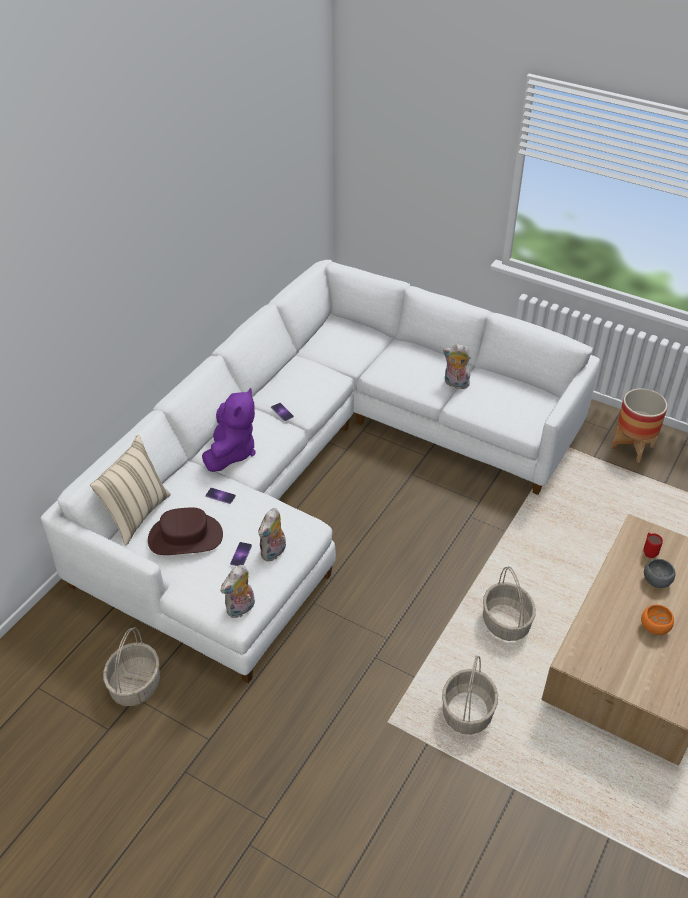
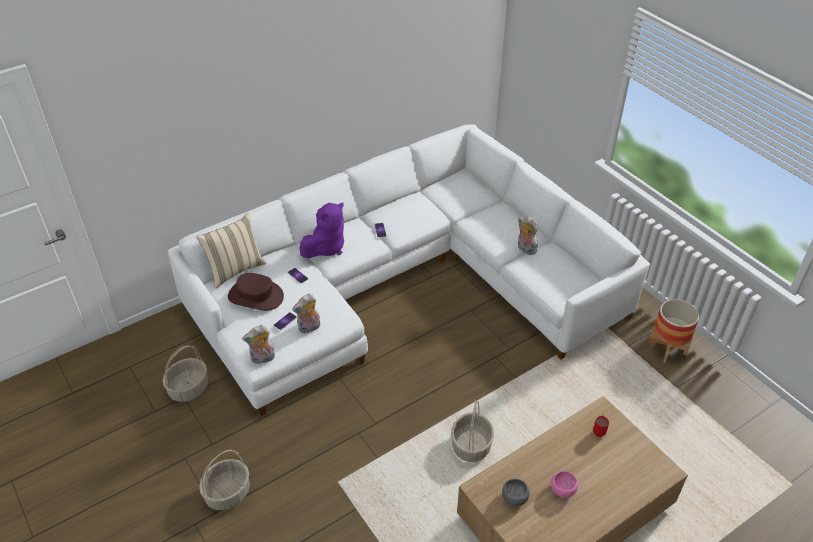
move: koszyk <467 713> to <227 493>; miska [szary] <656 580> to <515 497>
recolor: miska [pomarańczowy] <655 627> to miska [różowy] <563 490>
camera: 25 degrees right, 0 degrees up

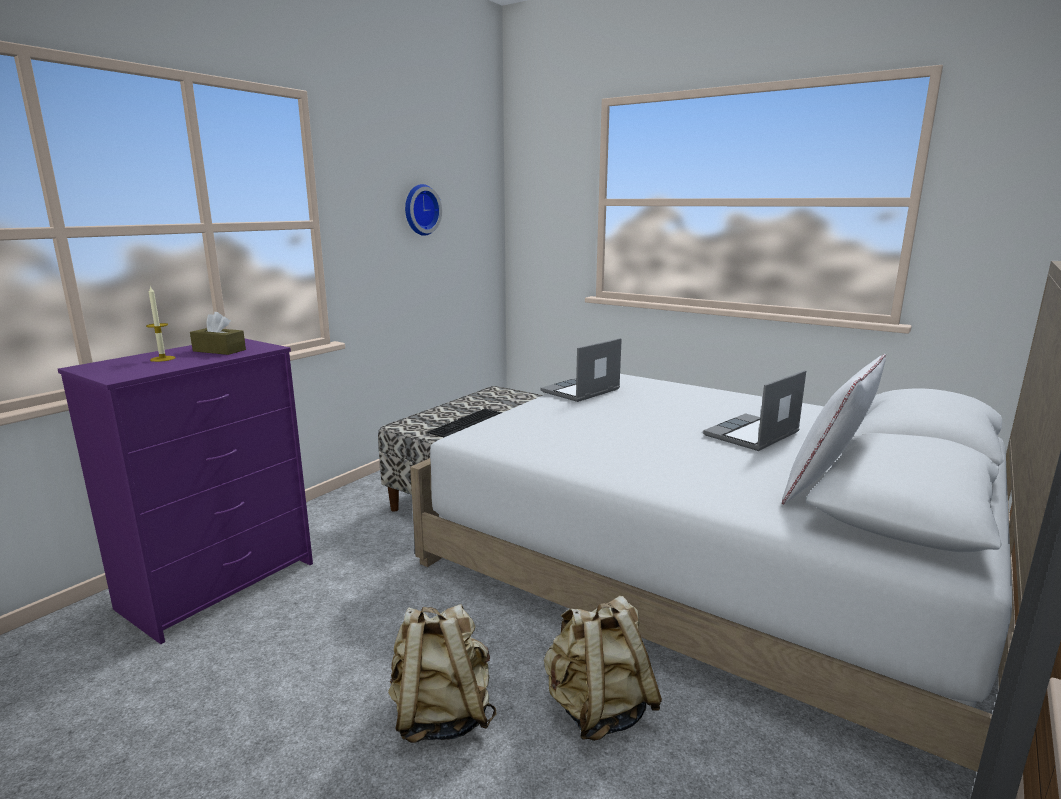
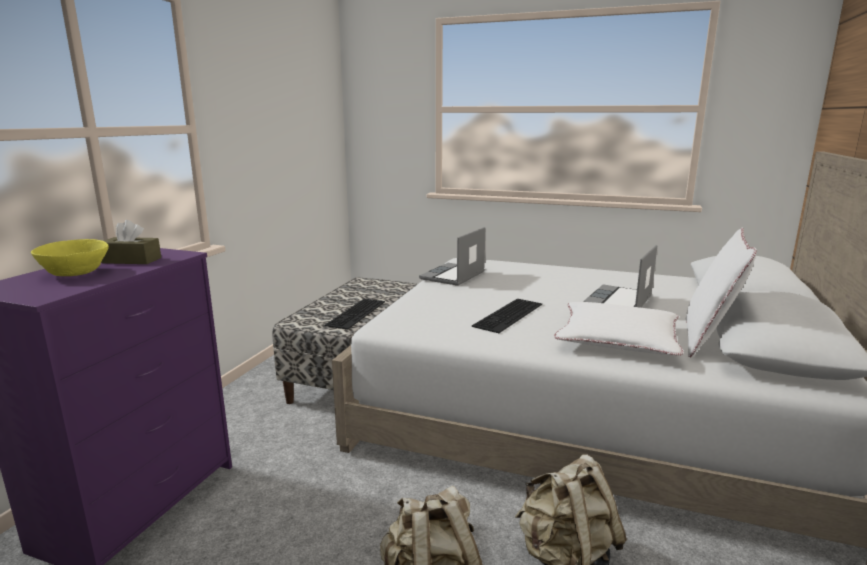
delete: zegar ścienny <420 210>
insert: klawiatura <510 315>; poduszka [biały] <617 339>
replace: świeca <162 359> to miska [żółty] <74 273>
camera: 15 degrees left, 0 degrees up

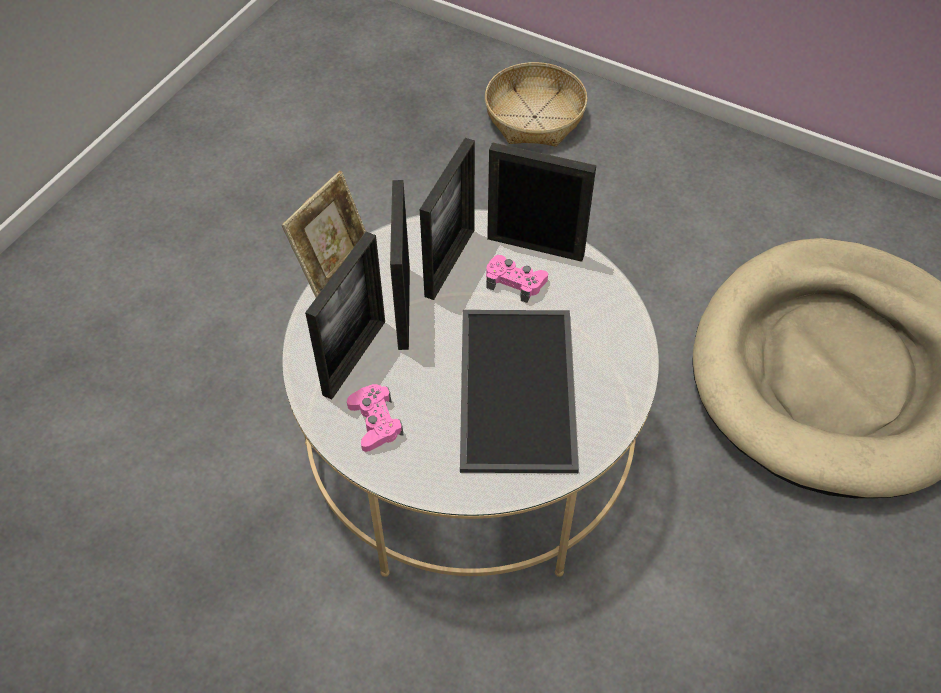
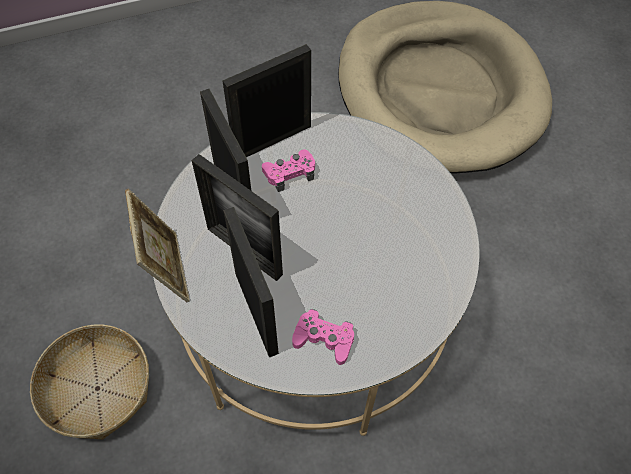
delete: taca <520 391>
move: koszyk <534 117> to <97 388>
camera: 50 degrees left, 5 degrees up

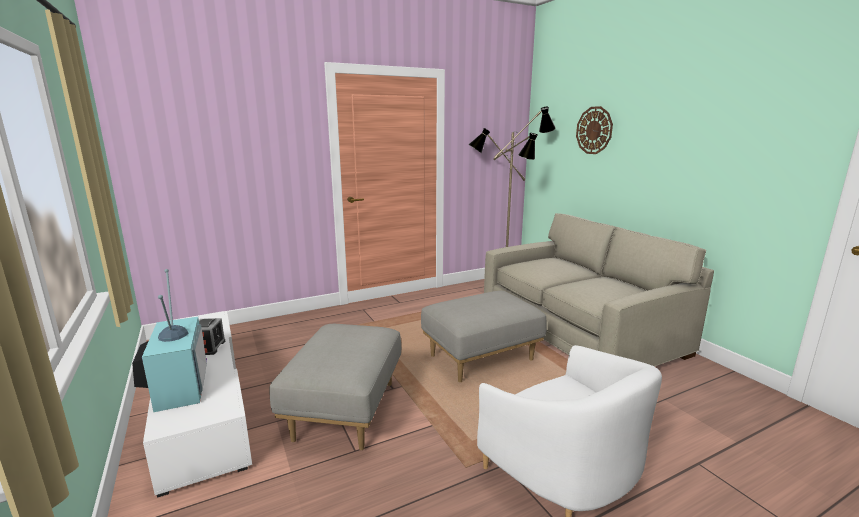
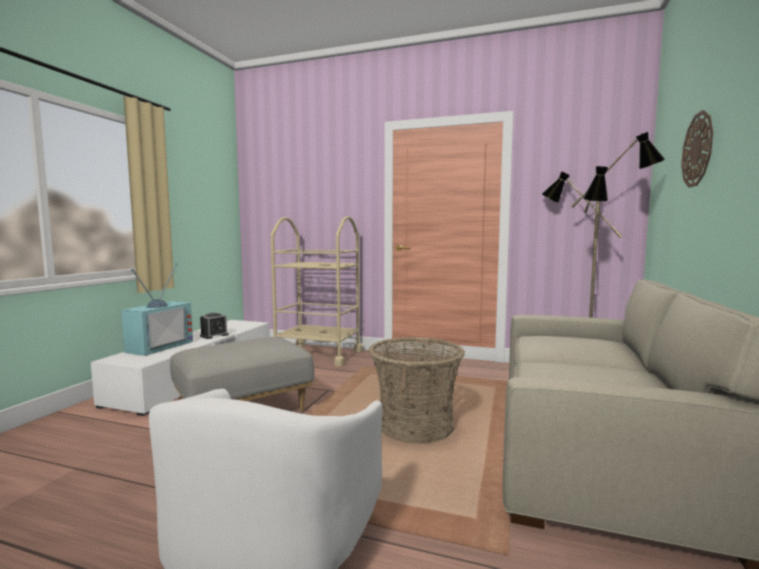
insert: wózek [beżowy] <318 355>
replace: pufa [szary] <481 357> to koszyk <415 425>
camera: 45 degrees right, 10 degrees down

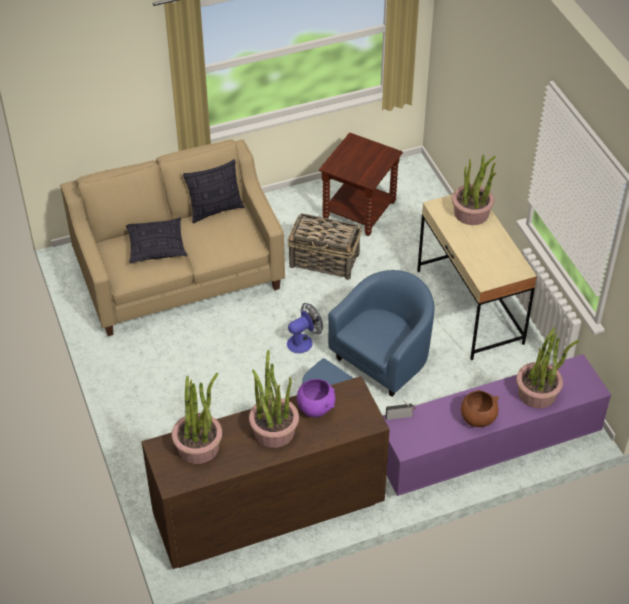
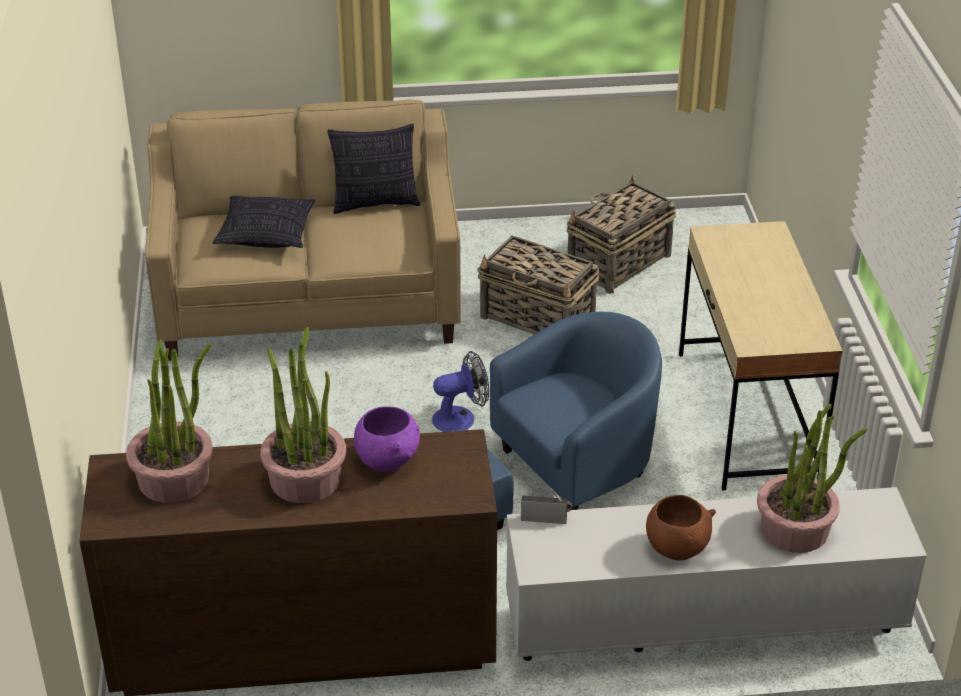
delete: roślina doniczkowa <471 213>
replace: stolik [brązowy] <359 211> to koszyk <618 263>
recolor: szafka pod telewizor [fioletowy] <486 450> to szafka pod telewizor [biały] <700 625>
camera: 15 degrees right, 10 degrees down

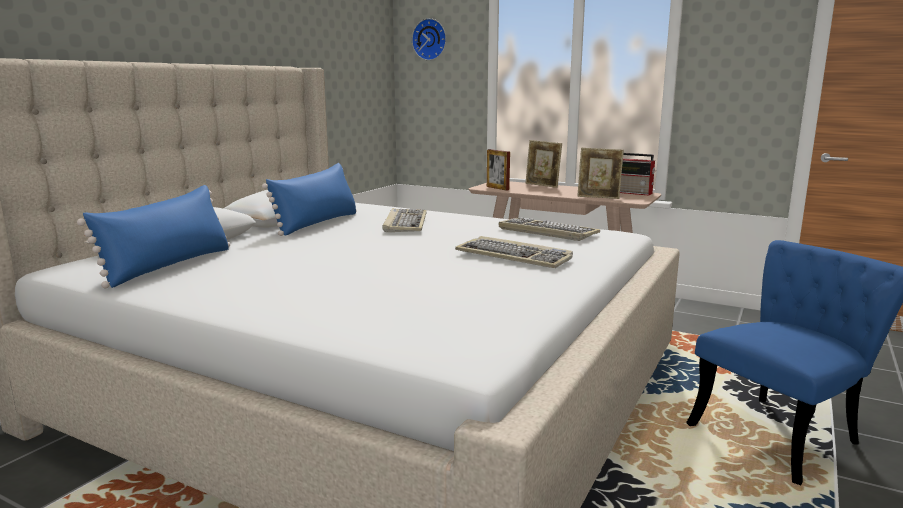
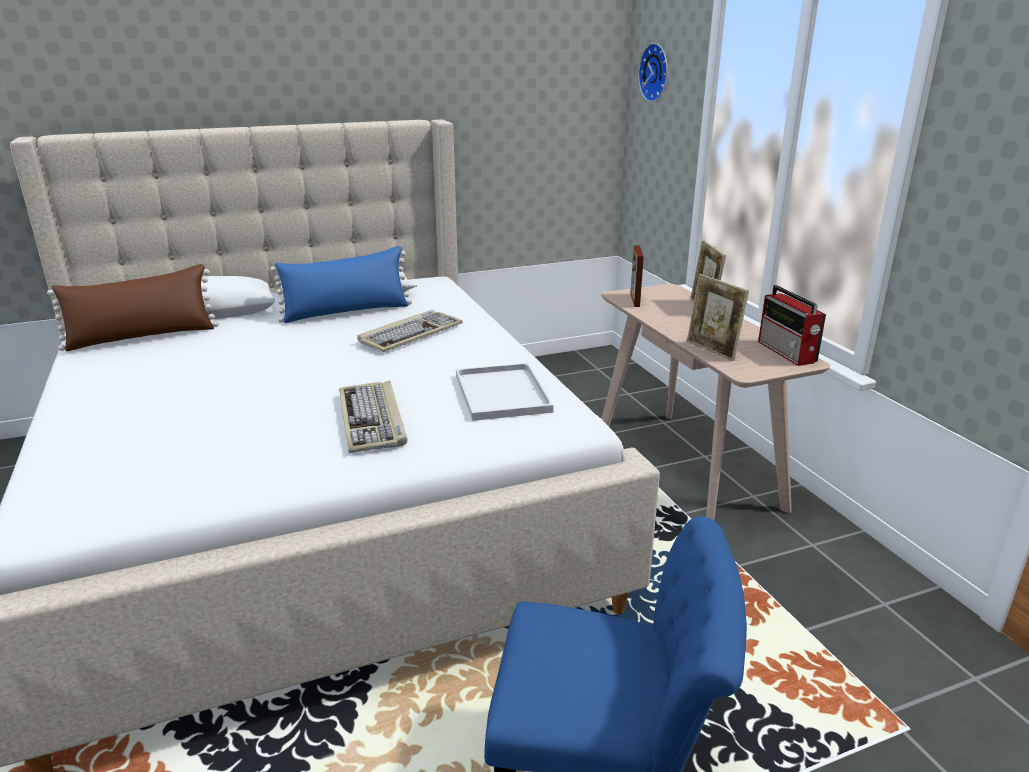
replace: klawiatura <546 232> to taca [biały] <500 392>
recolor: poduszka [niebieski] <169 265> to poduszka [brązowy] <143 337>
camera: 40 degrees right, 10 degrees up

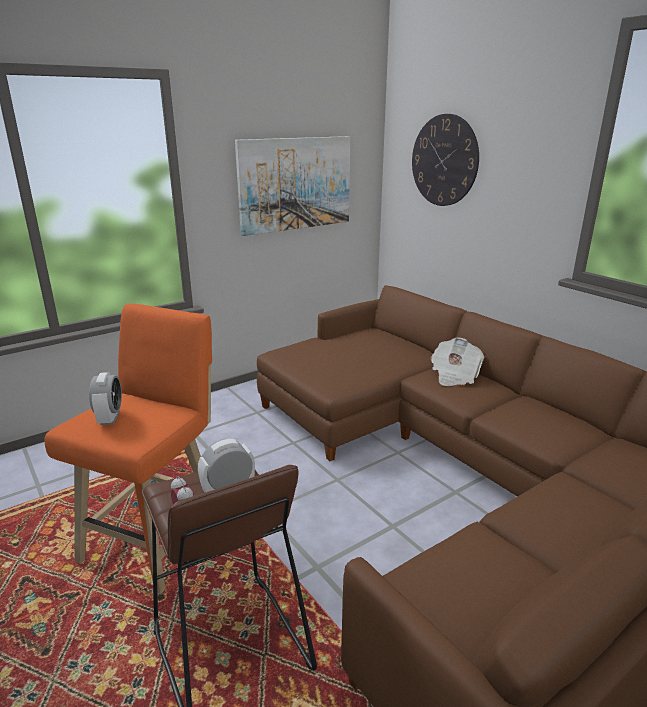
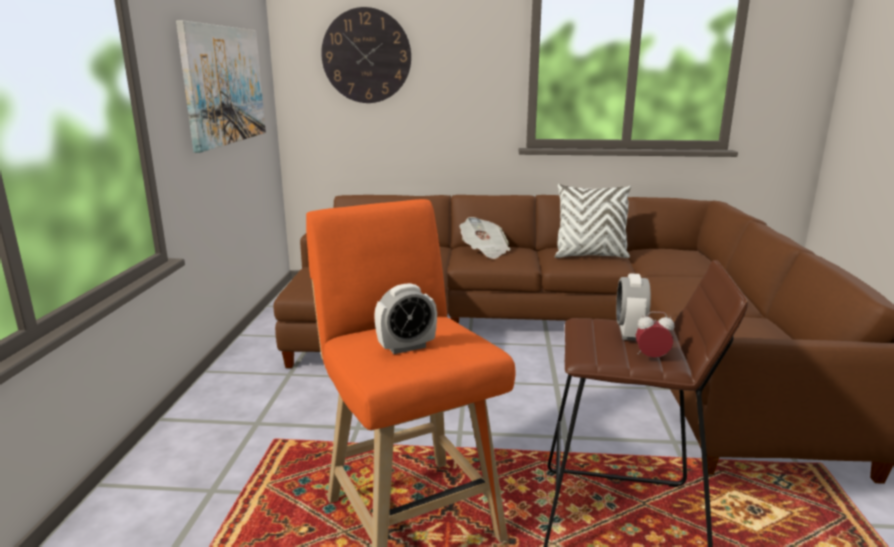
insert: poduszka [biały] <590 255>
rotate: budzik <110 418> = <406 347> 120 degrees clockwise
camera: 50 degrees left, 5 degrees down

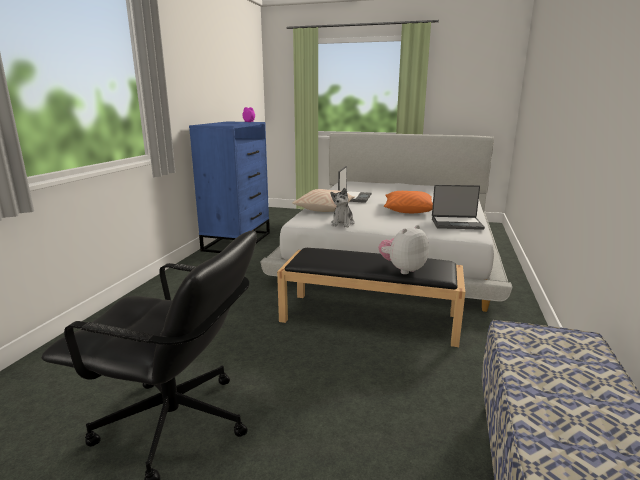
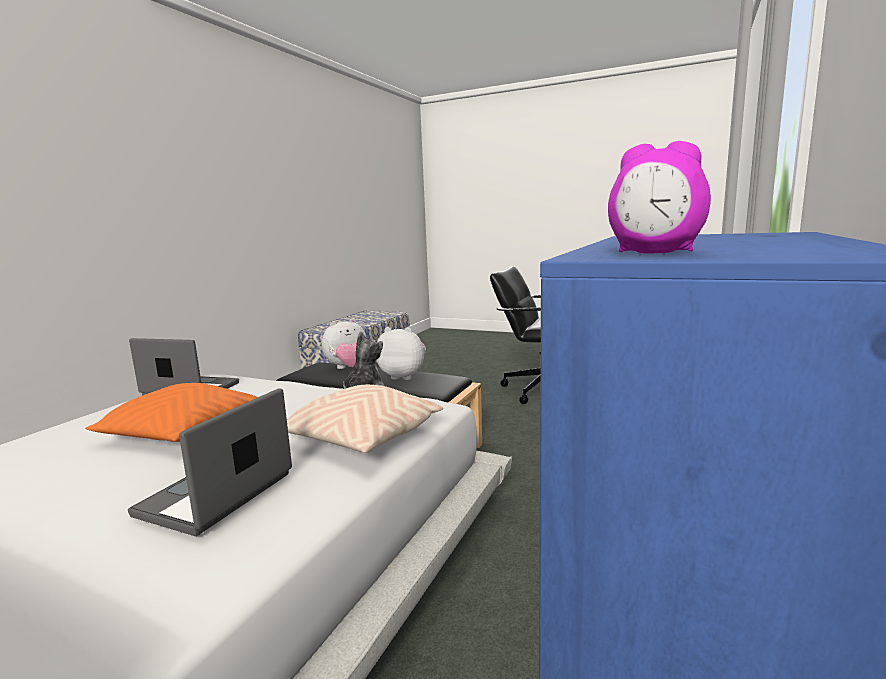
insert: pluszak <403 376>
camera: 170 degrees left, 5 degrees down

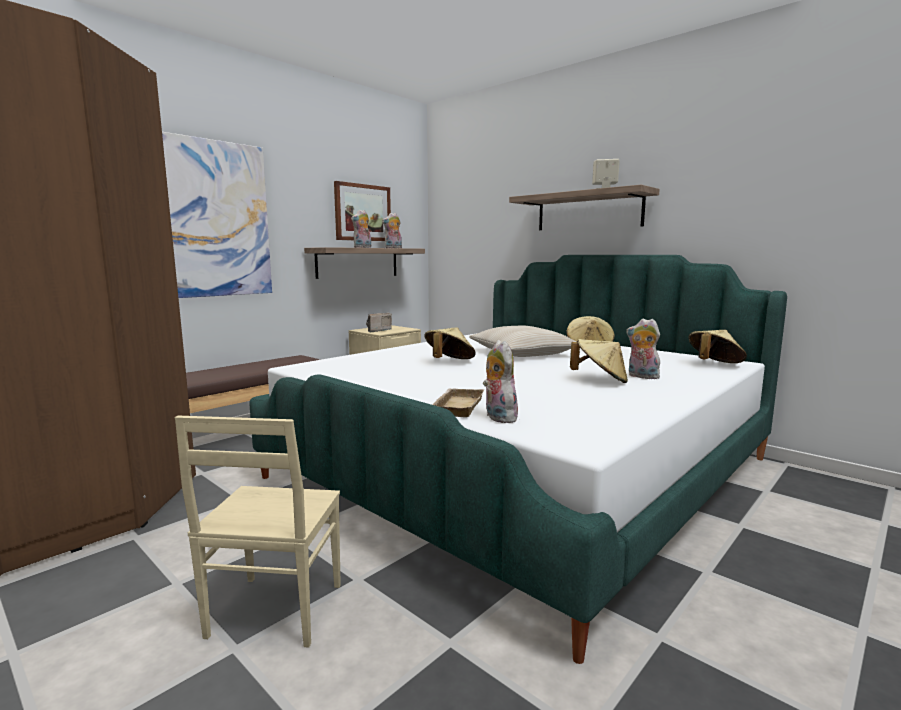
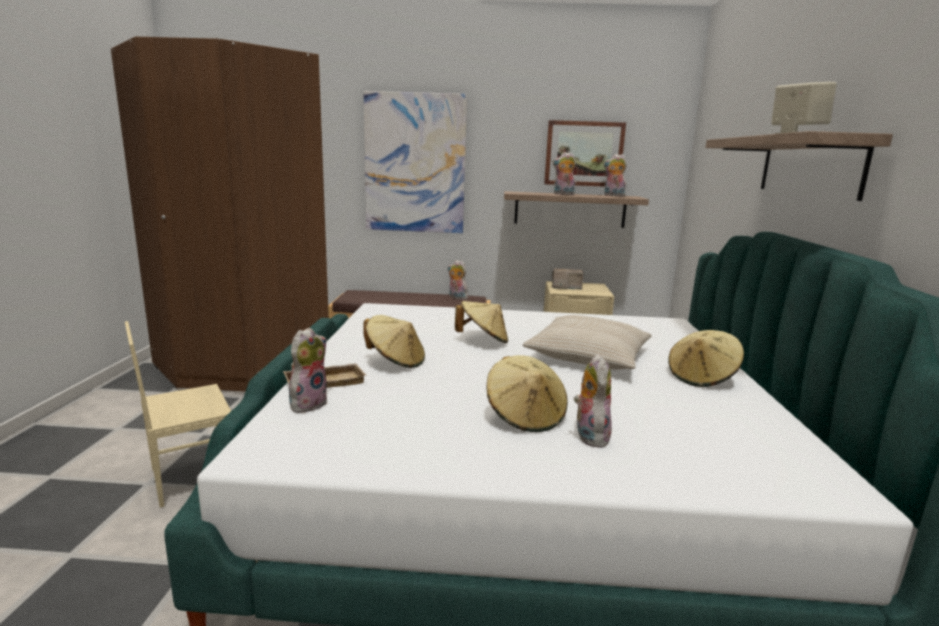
insert: pluszak <456 298>
move: kapelusz [beżowy] <714 365> to <395 361>
camera: 50 degrees right, 5 degrees up

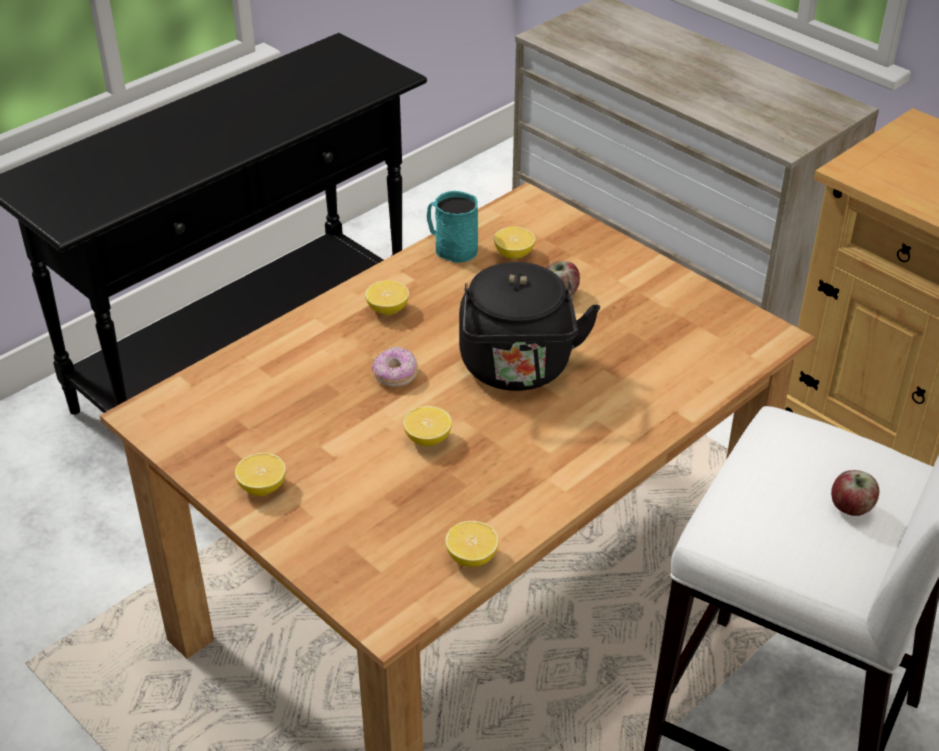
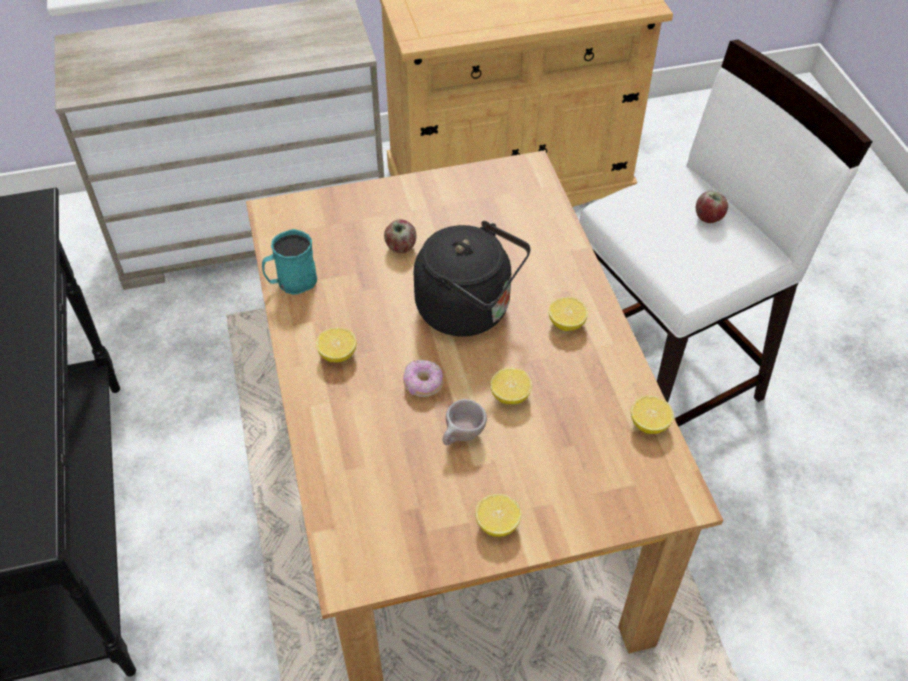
insert: filiżanka [beżowy] <462 438>
move: cytryna <514 254> to <566 323>
camera: 60 degrees left, 10 degrees up

